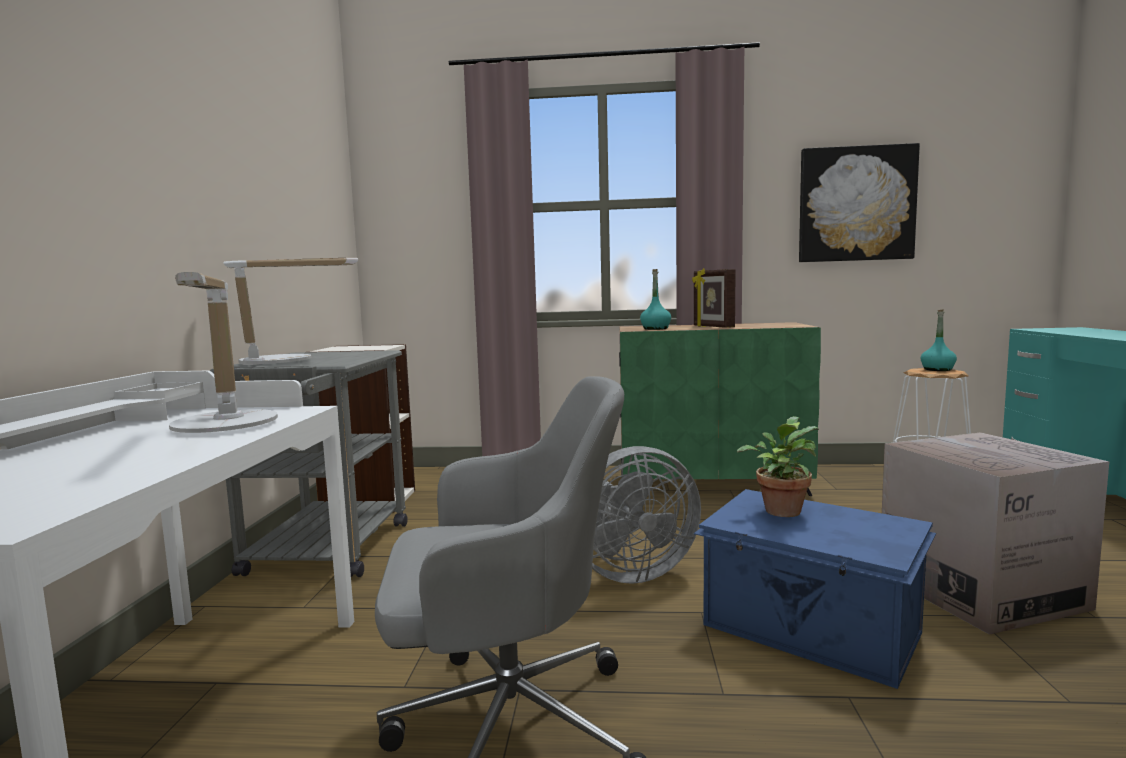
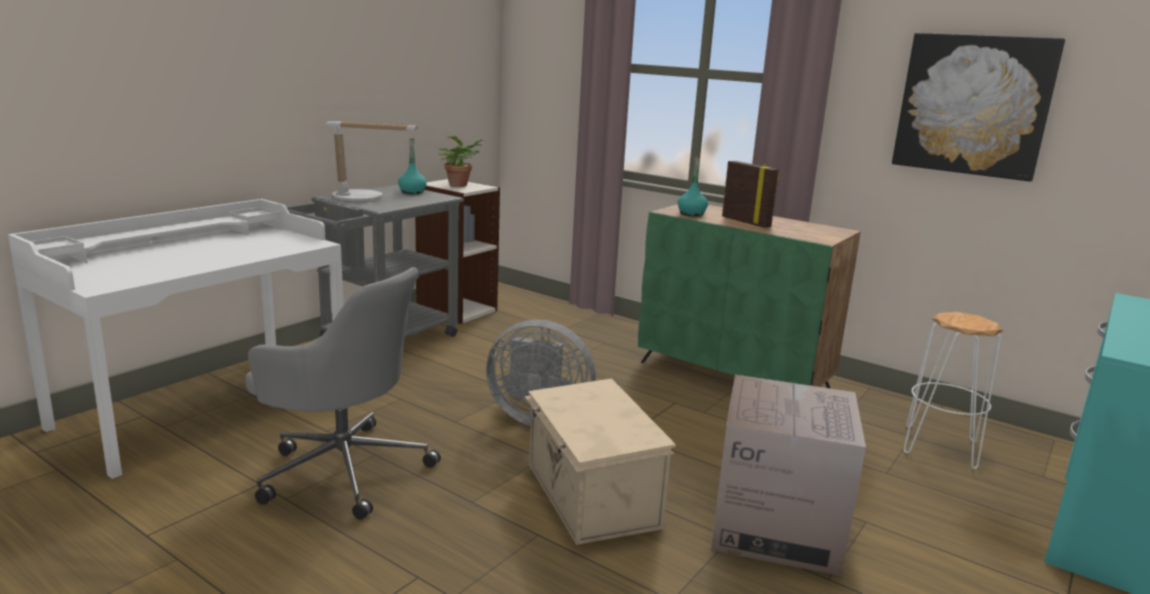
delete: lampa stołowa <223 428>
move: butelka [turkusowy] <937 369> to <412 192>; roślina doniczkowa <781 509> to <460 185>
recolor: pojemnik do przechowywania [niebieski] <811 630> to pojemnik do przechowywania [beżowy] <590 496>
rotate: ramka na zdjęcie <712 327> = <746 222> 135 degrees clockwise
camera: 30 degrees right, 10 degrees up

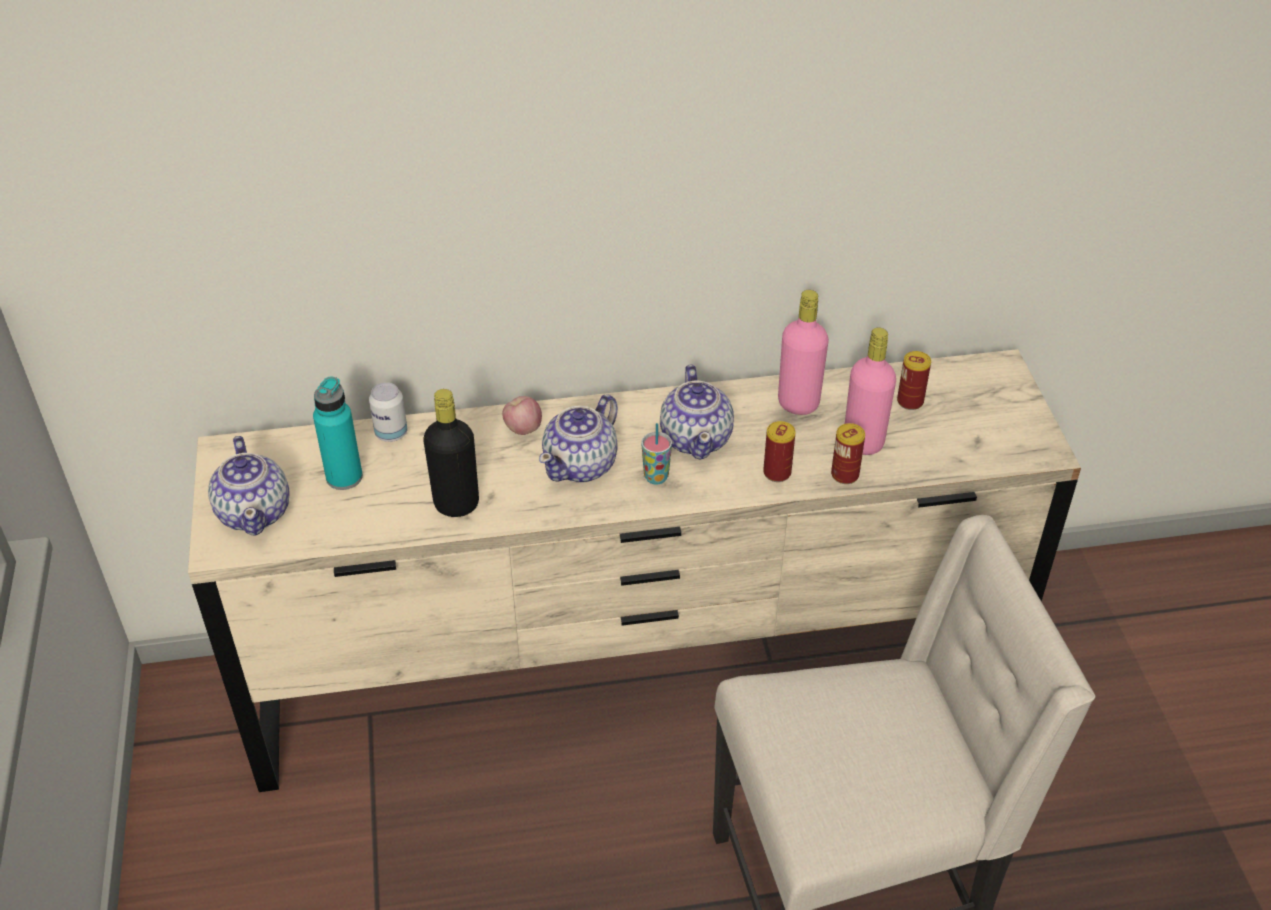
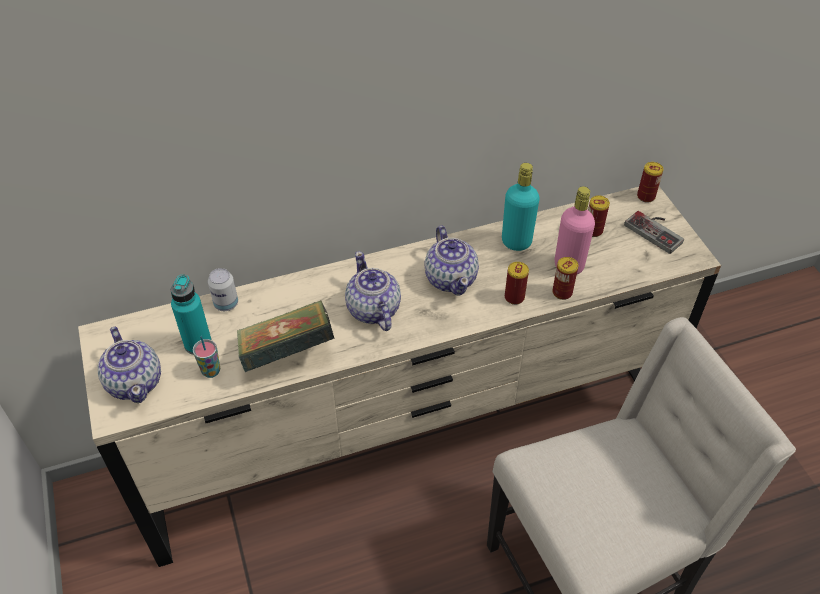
delete: jabłko <523 429>
insert: pad do gier <657 230>; puszka <646 196>
move: filiżanka <656 477> to <211 371>
replace: butelka [czarny] <456 504> to książka <287 354>
recolor: butelka [różowy] <798 403> to butelka [turkusowy] <516 242>
rotate: imbryk <581 465> = <373 310> 135 degrees clockwise
camera: 10 degrees left, 5 degrees up

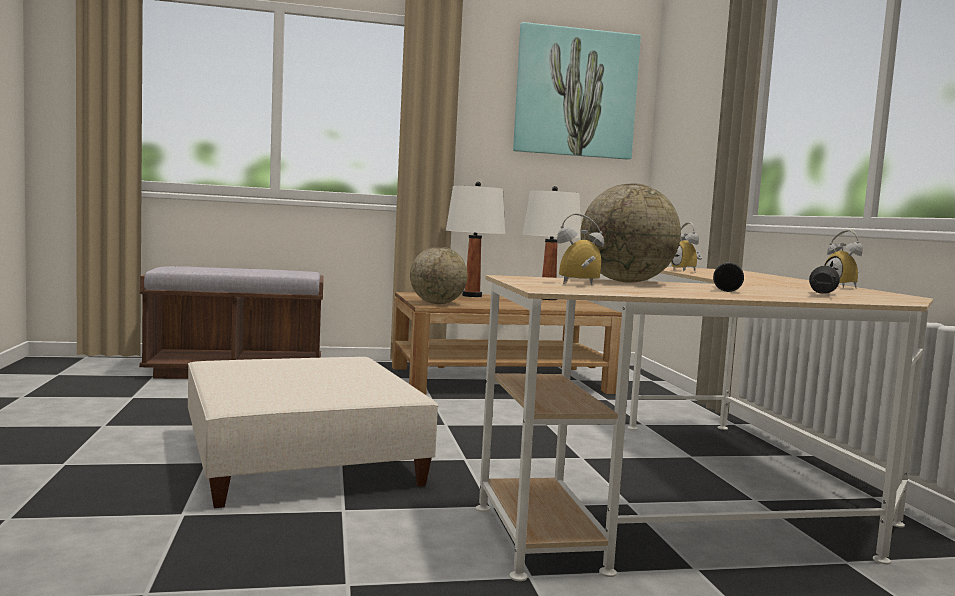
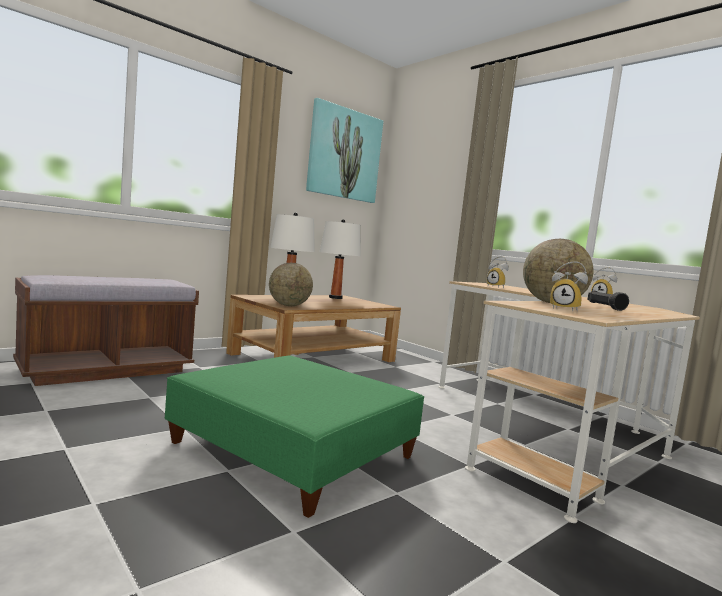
delete: latarka [czarny] <821 295>
recolor: pufa [beżowy] <301 457> to pufa [zielony] <293 449>
rotate: budzik <578 284> = <565 309> 120 degrees counterclockwise
camera: 30 degrees left, 0 degrees up

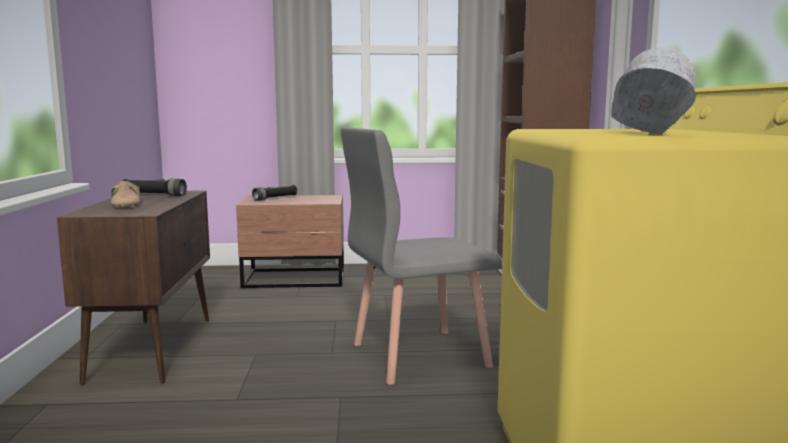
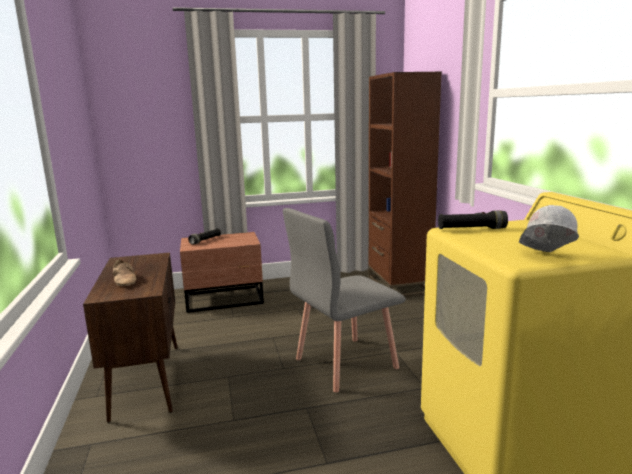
move: latarka [czarny] <154 195> to <471 229>
camera: 10 degrees left, 5 degrees up

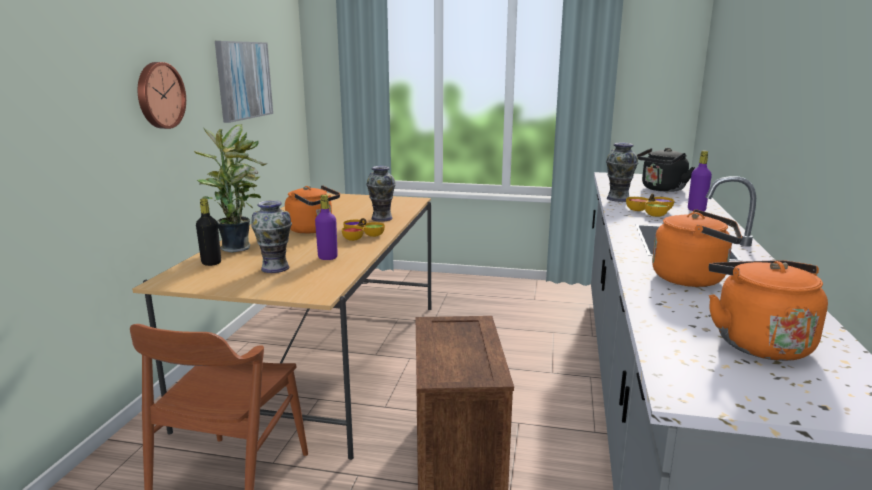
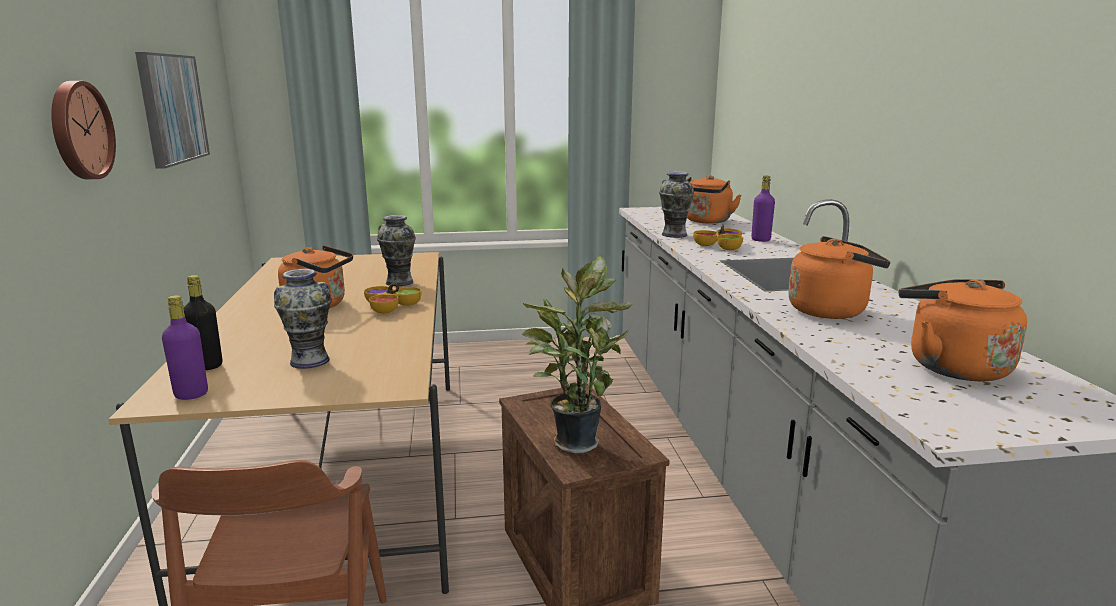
move: butelka [fioletowy] <327 257> to <191 394>; roślina doniczkowa <237 247> to <574 441>
recolor: czajnik [czarny] <661 189> to czajnik [pomarańczowy] <706 221>
camera: 20 degrees left, 0 degrees up

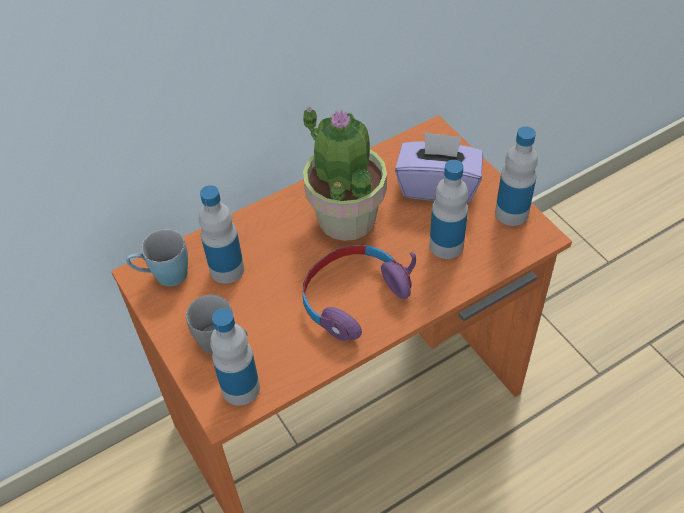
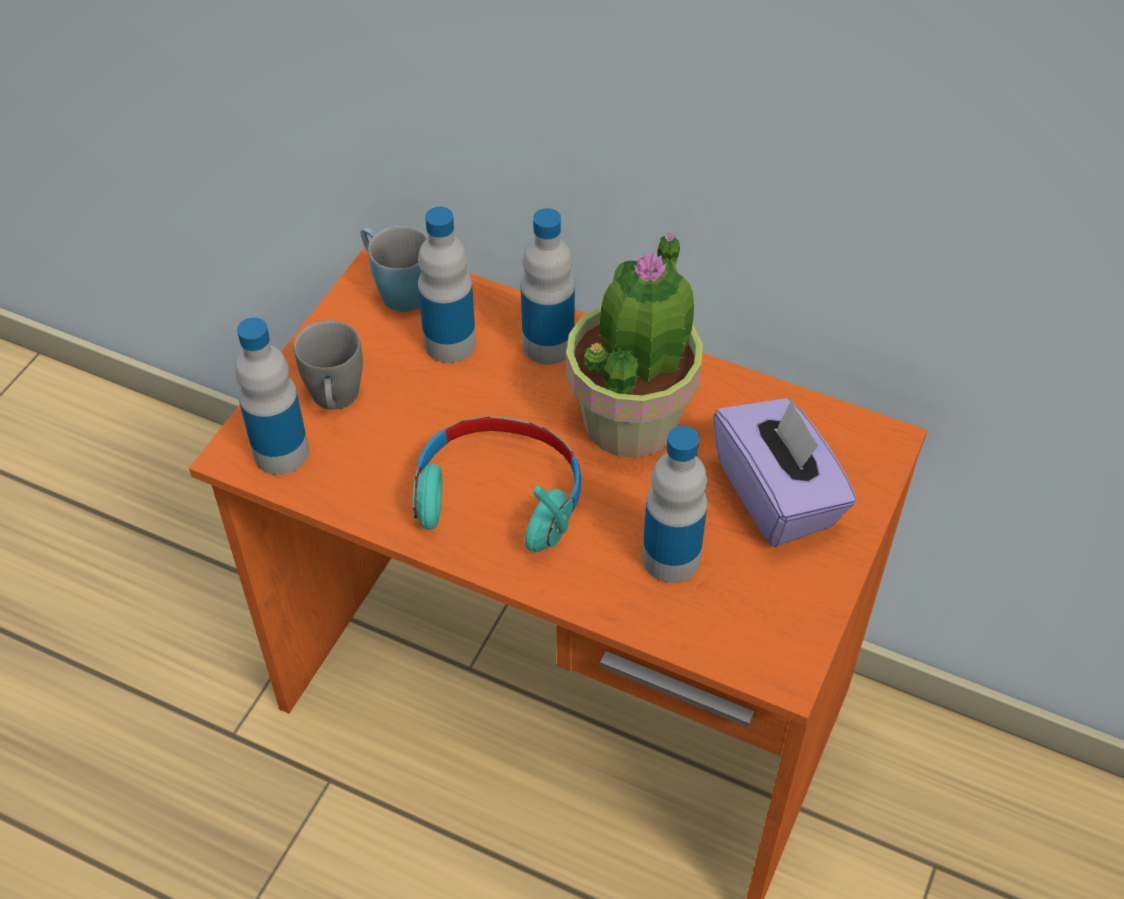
move: butelka <511 213> to <548 345>
recolor: słuchawki [fioletowy] <353 297> to słuchawki [turkusowy] <499 496>
camera: 55 degrees right, 0 degrees up

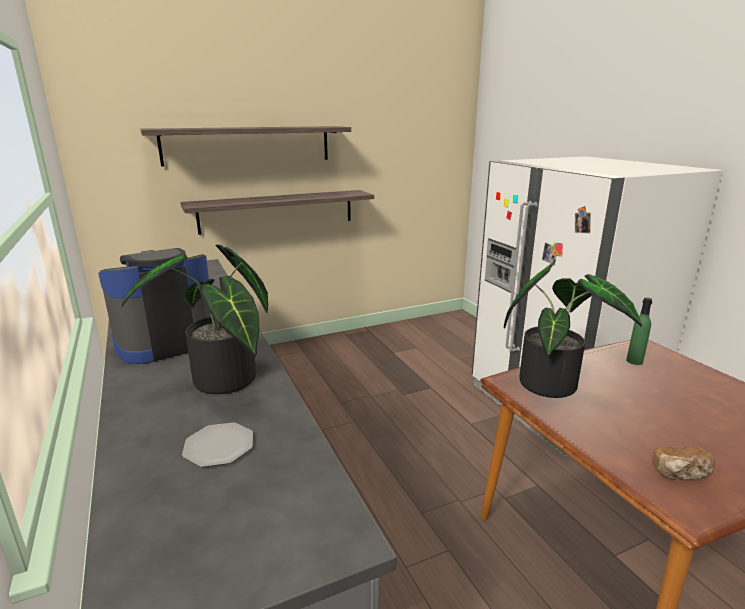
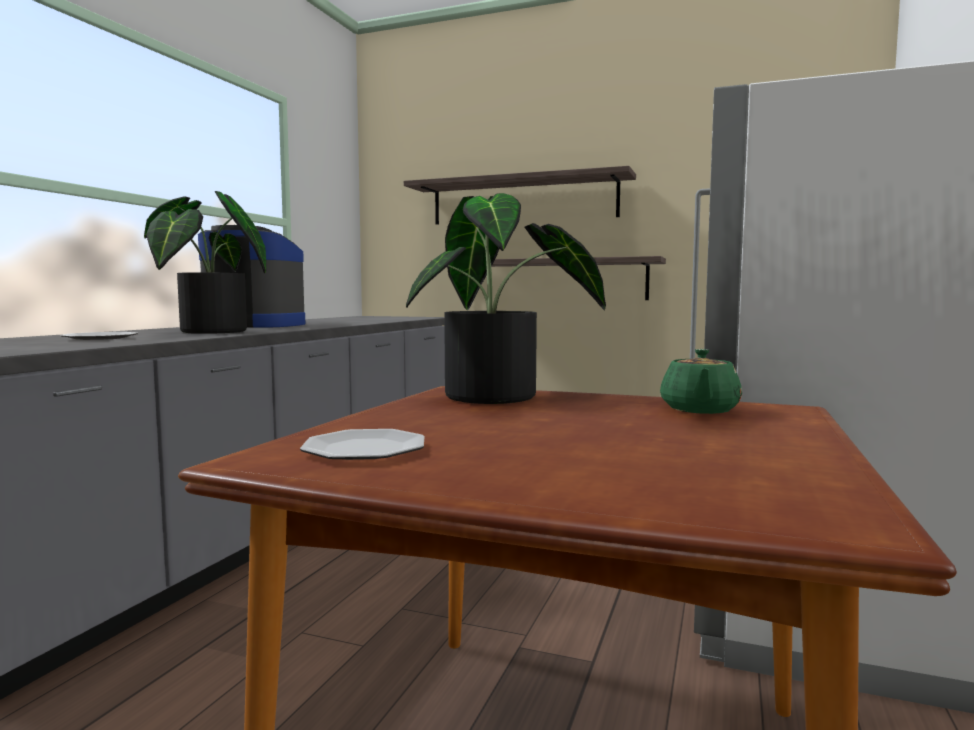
replace: chleb <681 474> to talerz <363 450>; butelka [zielony] <634 361> to imbryk [zielony] <699 410>
camera: 45 degrees right, 15 degrees down

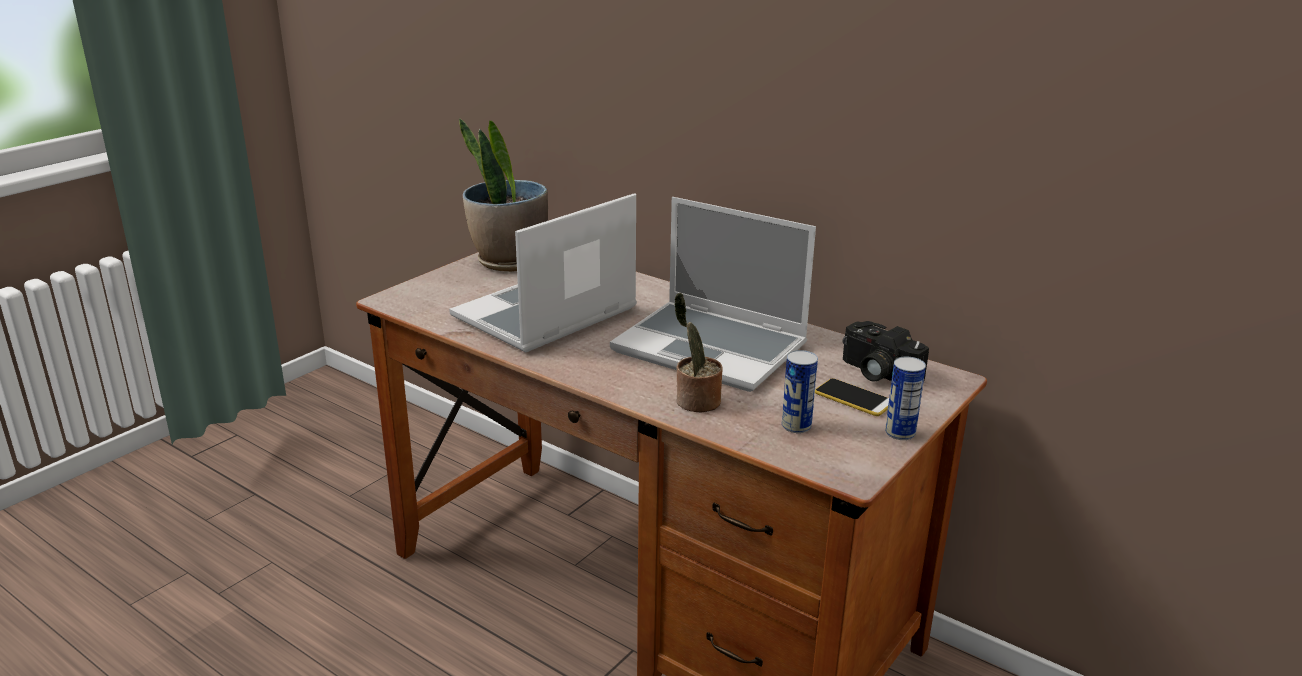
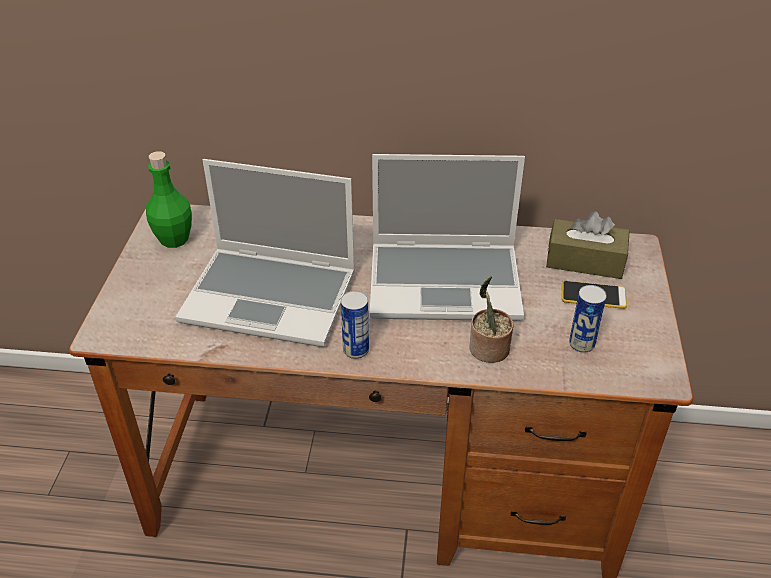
move: puszka <900 433> to <356 350>
replace: roślina doniczkowa <509 261> to butelka [zielony] <174 239>; aparat fotograficzny <876 373> to pudełko chusteczek [brązowy] <585 261>
rotate: laptop <545 315> = <272 297> 90 degrees counterclockwise
camera: 30 degrees left, 15 degrees up

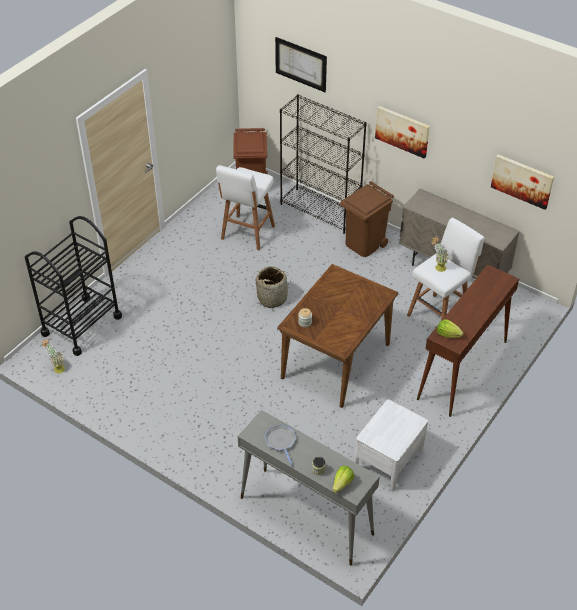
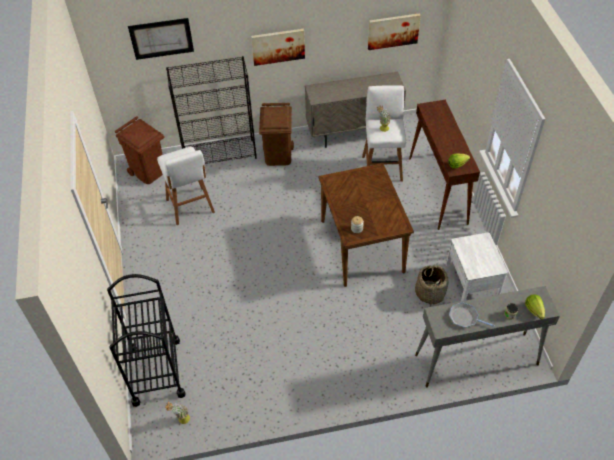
move: koszyk <272 298> to <430 292>
camera: 45 degrees left, 5 degrees up

